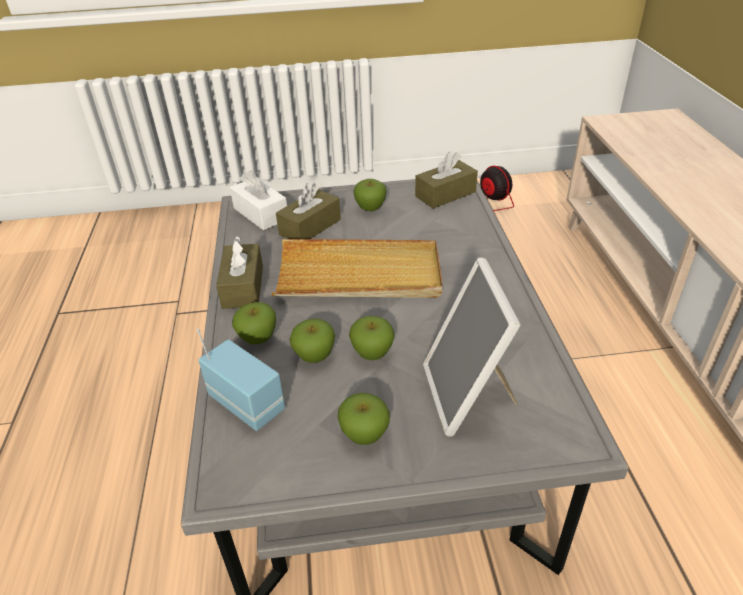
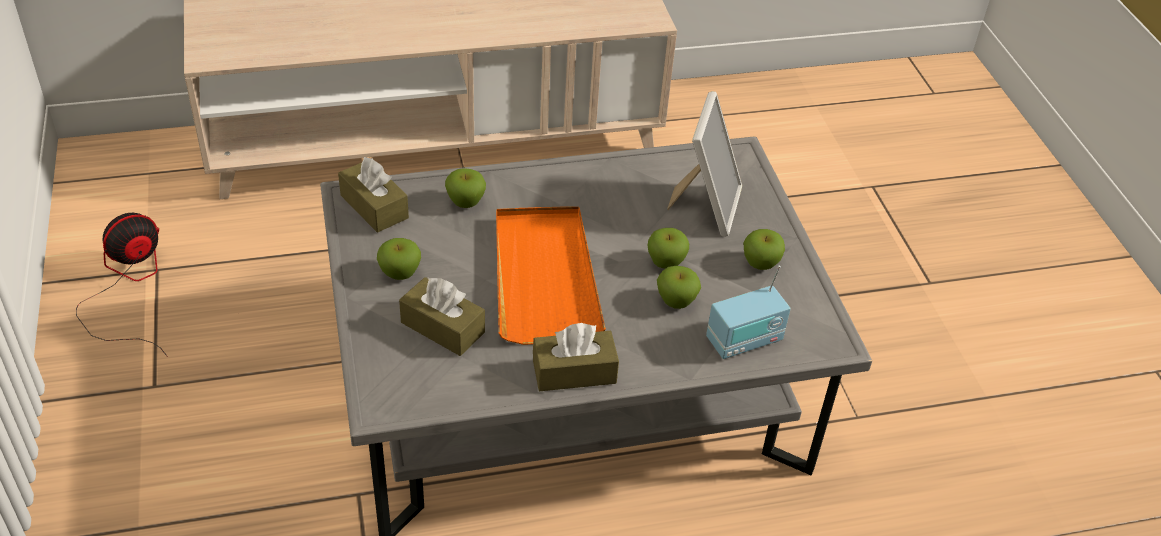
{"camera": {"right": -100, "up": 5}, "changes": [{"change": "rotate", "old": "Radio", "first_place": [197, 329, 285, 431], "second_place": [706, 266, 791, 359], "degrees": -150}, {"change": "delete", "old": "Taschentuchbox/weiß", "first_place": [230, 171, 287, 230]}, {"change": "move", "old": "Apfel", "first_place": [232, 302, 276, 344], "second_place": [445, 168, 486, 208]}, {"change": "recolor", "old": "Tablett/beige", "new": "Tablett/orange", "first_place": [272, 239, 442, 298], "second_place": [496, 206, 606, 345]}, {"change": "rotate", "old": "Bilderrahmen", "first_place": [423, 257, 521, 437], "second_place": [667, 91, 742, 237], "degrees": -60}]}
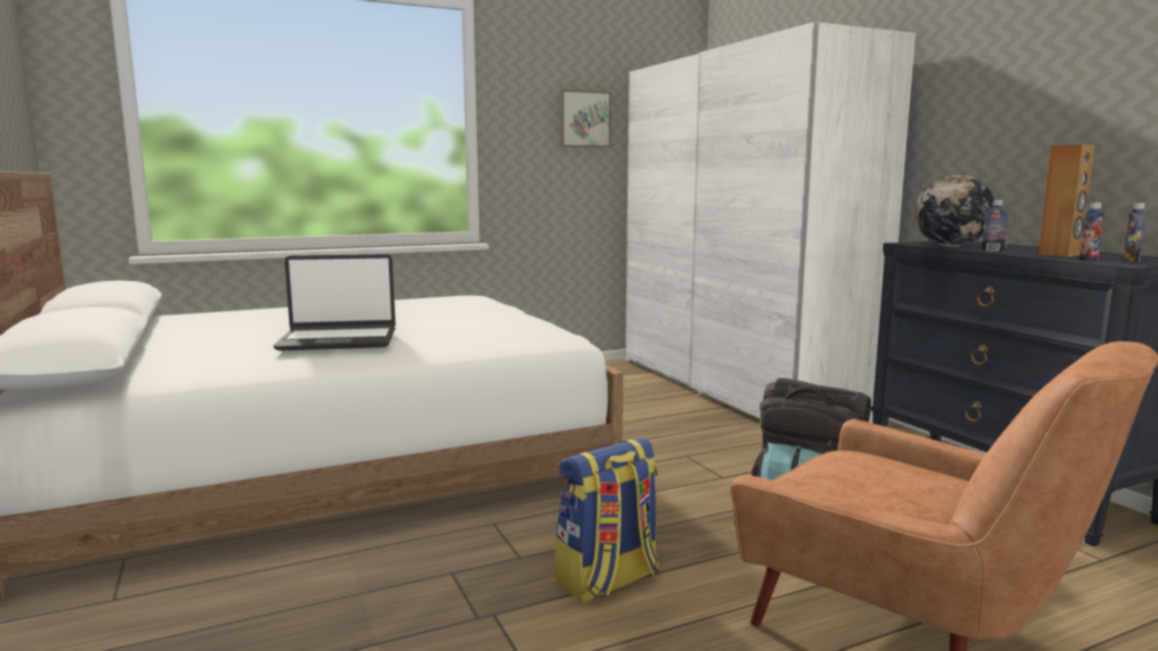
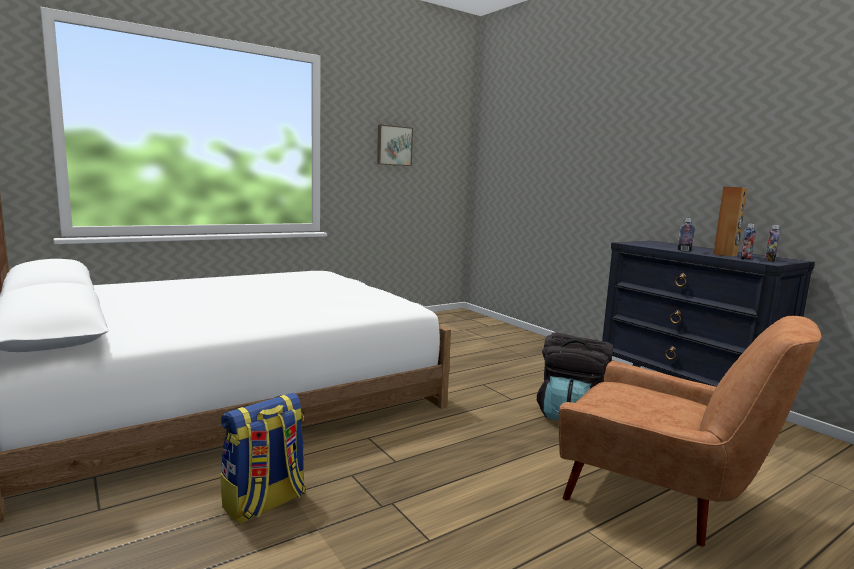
{"camera": {"right": -10, "up": 0}, "changes": [{"change": "delete", "old": "Laptop", "first_place": [273, 254, 396, 351]}, {"change": "move", "old": "Rucksack", "first_place": [555, 437, 659, 603], "second_place": [221, 393, 306, 524]}, {"change": "delete", "old": "Kleiderschrank/weiß", "first_place": [625, 22, 915, 423]}, {"change": "delete", "old": "Globus", "first_place": [915, 174, 994, 247]}]}
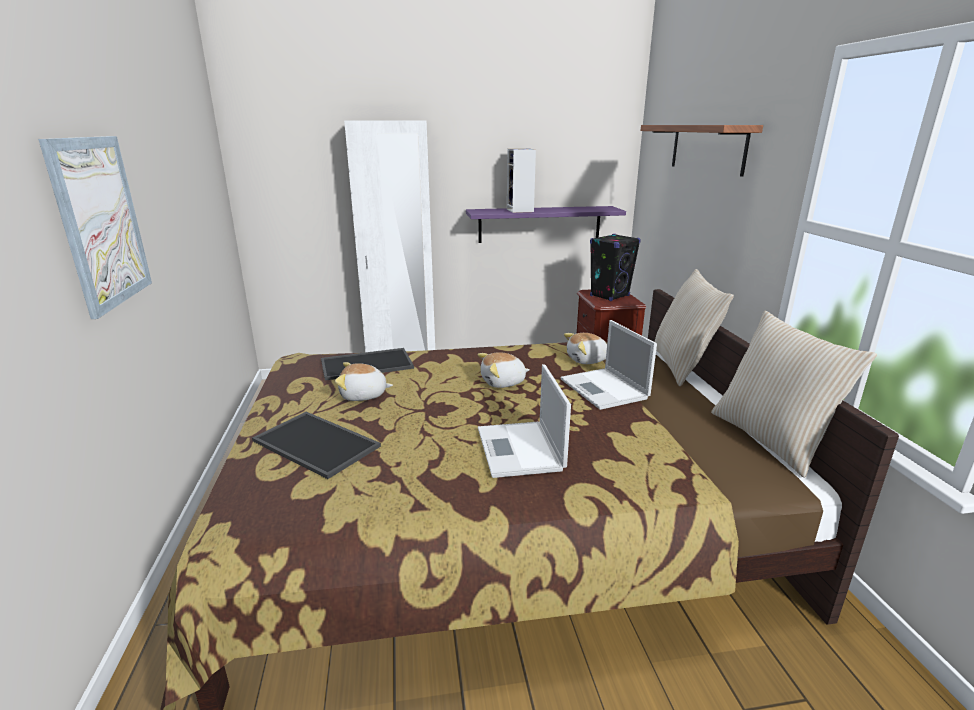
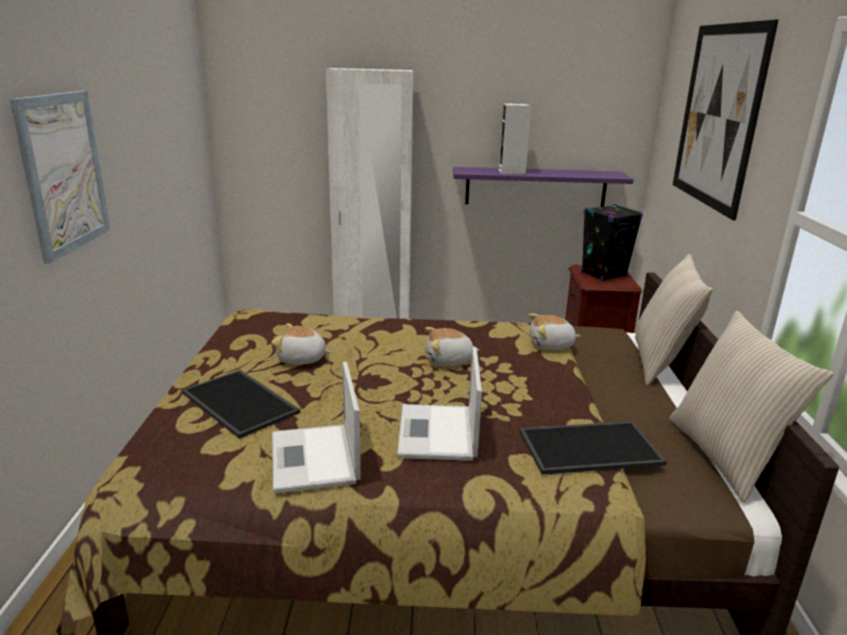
{"camera": {"right": 10, "up": 0}, "changes": [{"change": "move", "old": "Tablett", "first_place": [321, 348, 414, 381], "second_place": [519, 421, 667, 475]}, {"change": "move", "old": "Laptop", "first_place": [560, 320, 657, 410], "second_place": [272, 362, 361, 493]}, {"change": "replace", "old": "Wandregal", "new": "Bild", "first_place": [640, 125, 763, 177], "second_place": [673, 20, 779, 220]}]}
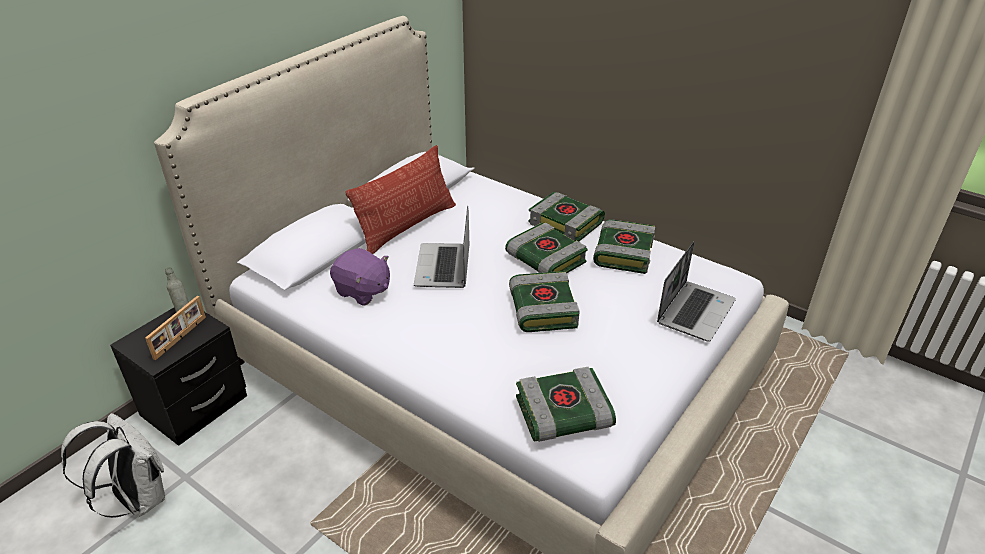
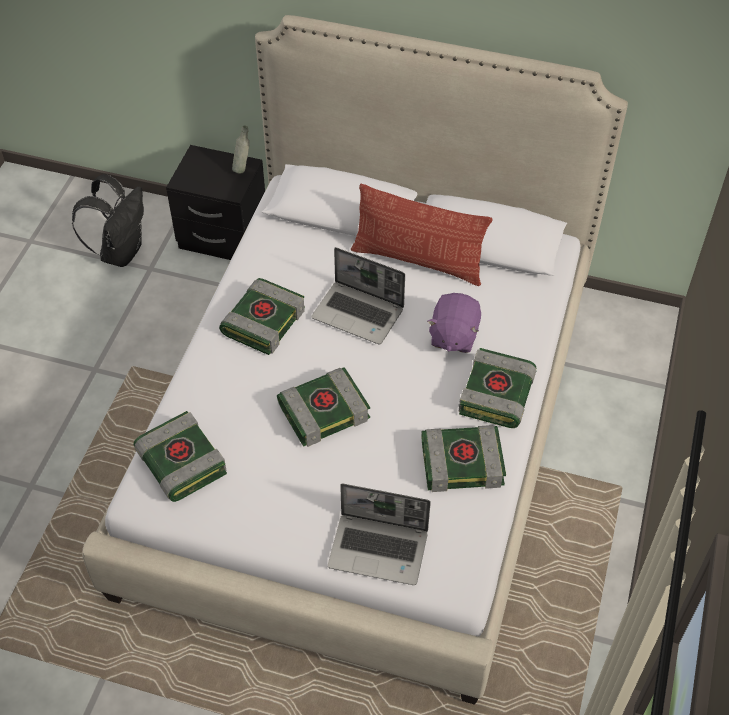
{"camera": {"right": 70, "up": 15}, "changes": [{"change": "recolor", "old": "Rucksack/weiß", "new": "Rucksack/schwarz", "first_place": [61, 413, 165, 518], "second_place": [72, 174, 144, 267]}, {"change": "delete", "old": "Bilderrahmen", "first_place": [145, 296, 206, 360]}, {"change": "move", "old": "Plüschtier/lila", "first_place": [330, 248, 390, 306], "second_place": [427, 293, 481, 353]}, {"change": "rotate", "old": "Laptop", "first_place": [414, 206, 469, 288], "second_place": [312, 247, 405, 345], "degrees": -135}, {"change": "move", "old": "Buch", "first_place": [505, 222, 588, 273], "second_place": [219, 278, 305, 355]}]}
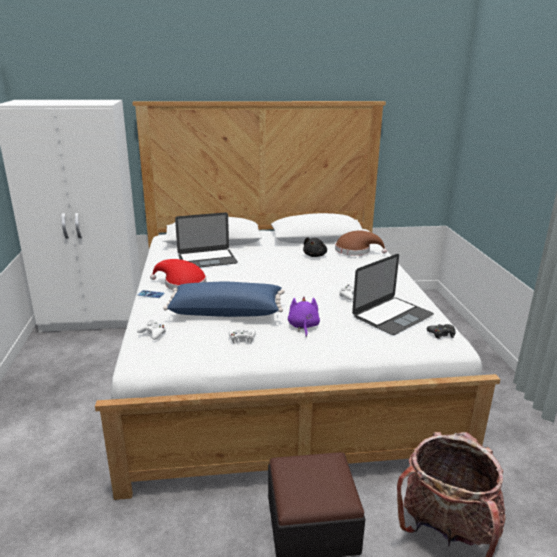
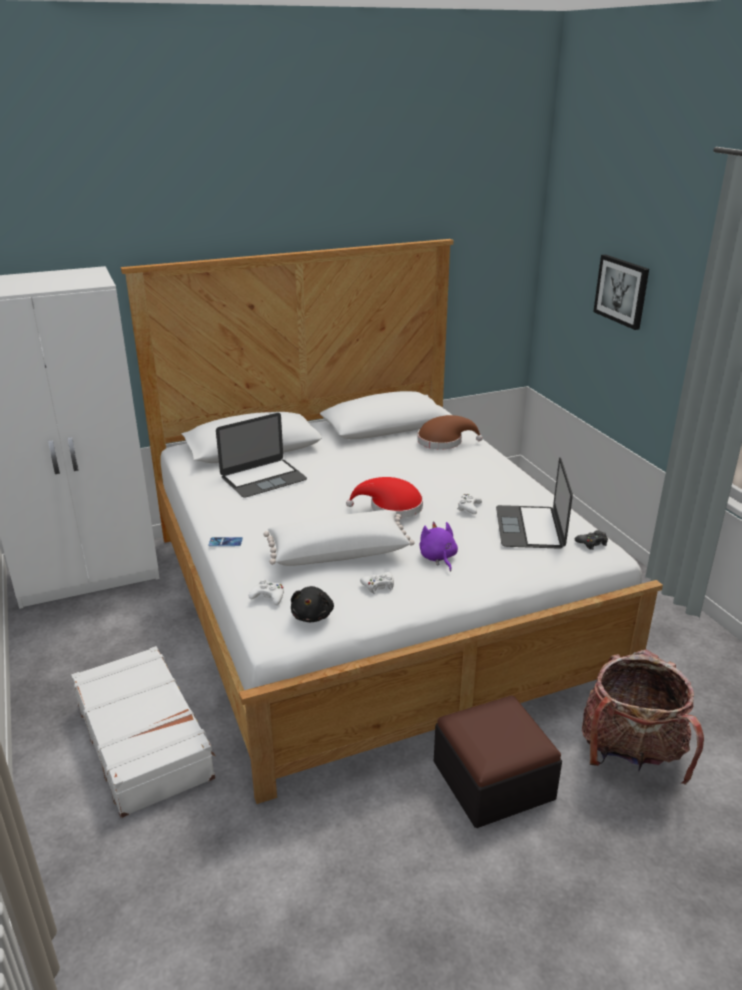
{"camera": {"right": -15, "up": 5}, "changes": [{"change": "move", "old": "Hut/rot", "first_place": [150, 259, 206, 290], "second_place": [346, 477, 423, 518]}, {"change": "recolor", "old": "Kissen/blau", "new": "Kissen/weiß", "first_place": [163, 282, 285, 317], "second_place": [264, 510, 415, 566]}, {"change": "move", "old": "Plüschtier/schwarz", "first_place": [303, 237, 327, 257], "second_place": [291, 586, 334, 622]}, {"change": "rotate", "old": "Laptop", "first_place": [352, 254, 434, 335], "second_place": [496, 457, 573, 549], "degrees": 150}, {"change": "insert", "new": "Koffer/weiß", "second_place": [71, 646, 215, 818]}, {"change": "insert", "new": "Bild", "second_place": [593, 254, 649, 330]}]}
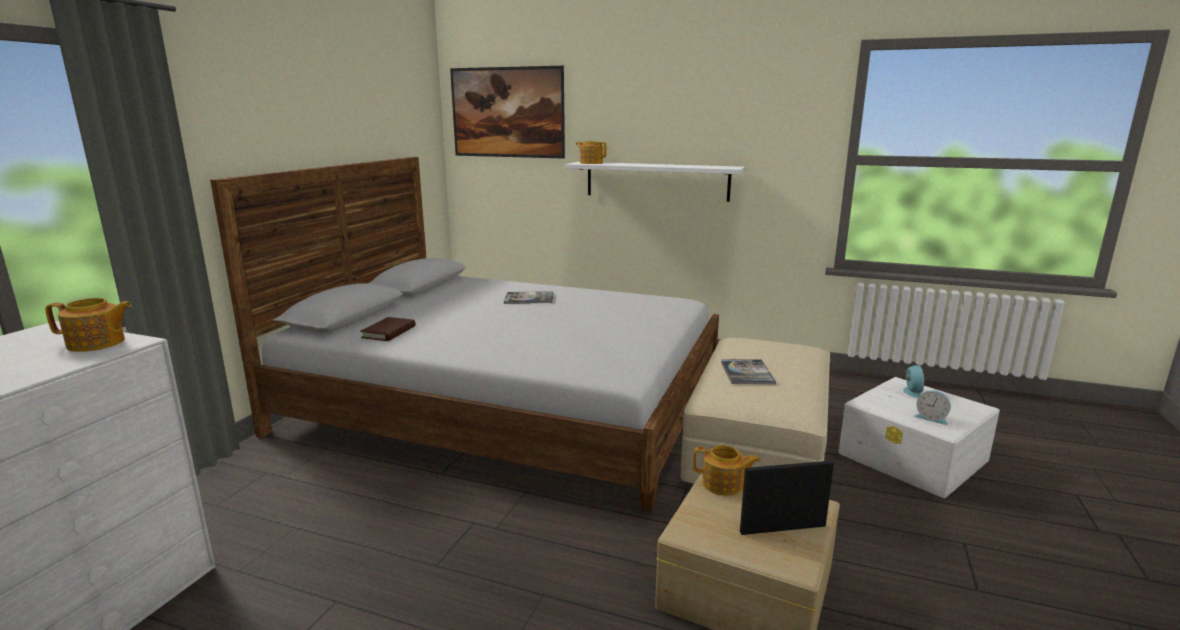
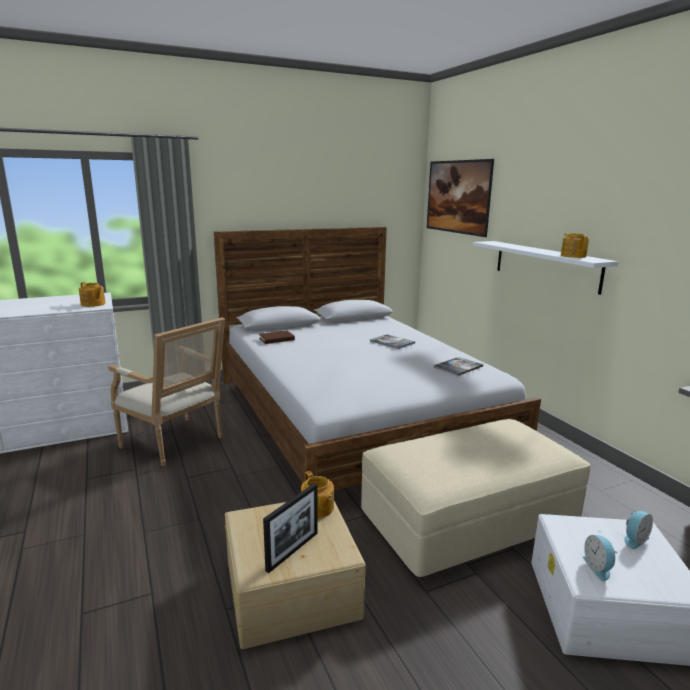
{"camera": {"right": 45, "up": 0}, "changes": [{"change": "move", "old": "Teekanne", "first_place": [576, 141, 607, 164], "second_place": [561, 233, 589, 258]}, {"change": "move", "old": "Buch", "first_place": [721, 359, 776, 384], "second_place": [433, 357, 483, 376]}, {"change": "rotate", "old": "Bilderrahmen", "first_place": [740, 461, 834, 535], "second_place": [263, 483, 318, 573], "degrees": 90}, {"change": "insert", "new": "Sessel", "second_place": [108, 317, 225, 466]}]}
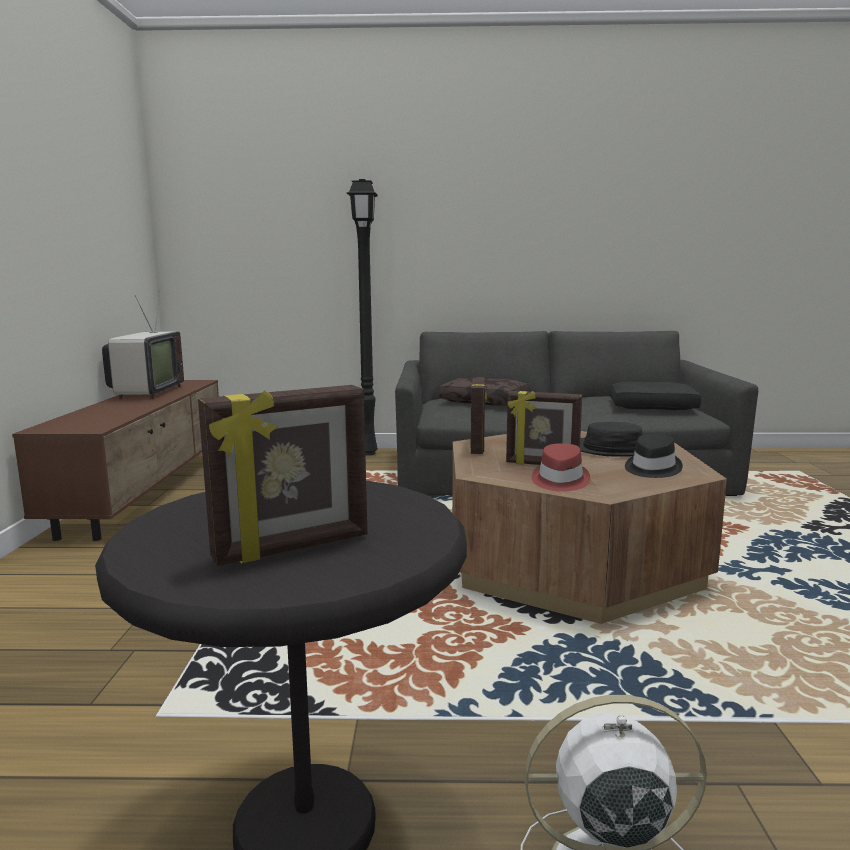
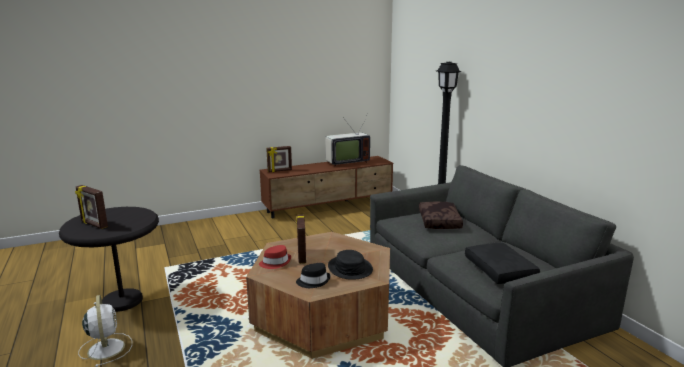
{"camera": {"right": 65, "up": 5}, "changes": [{"change": "move", "old": "Bilderrahmen", "first_place": [470, 378, 487, 454], "second_place": [266, 146, 292, 172]}]}
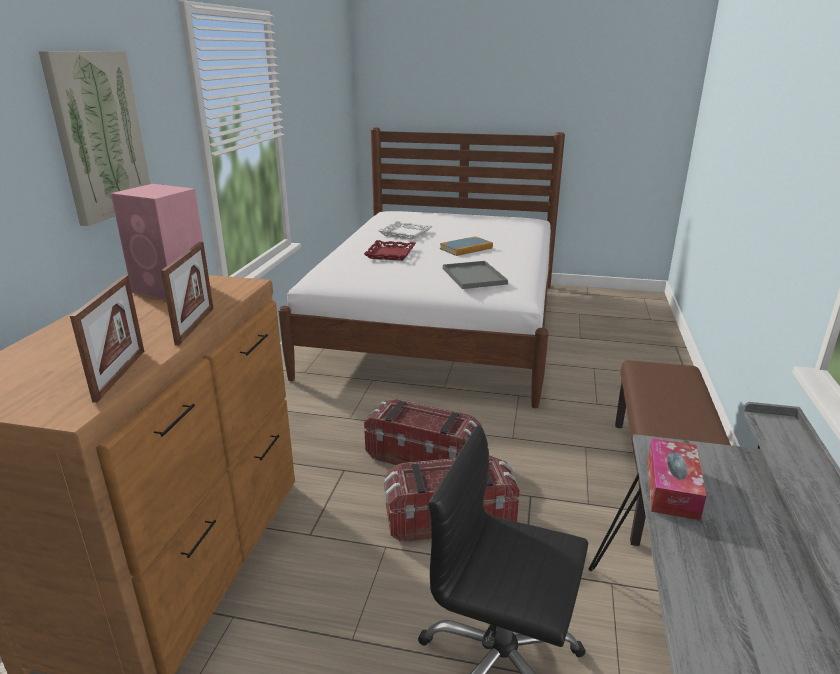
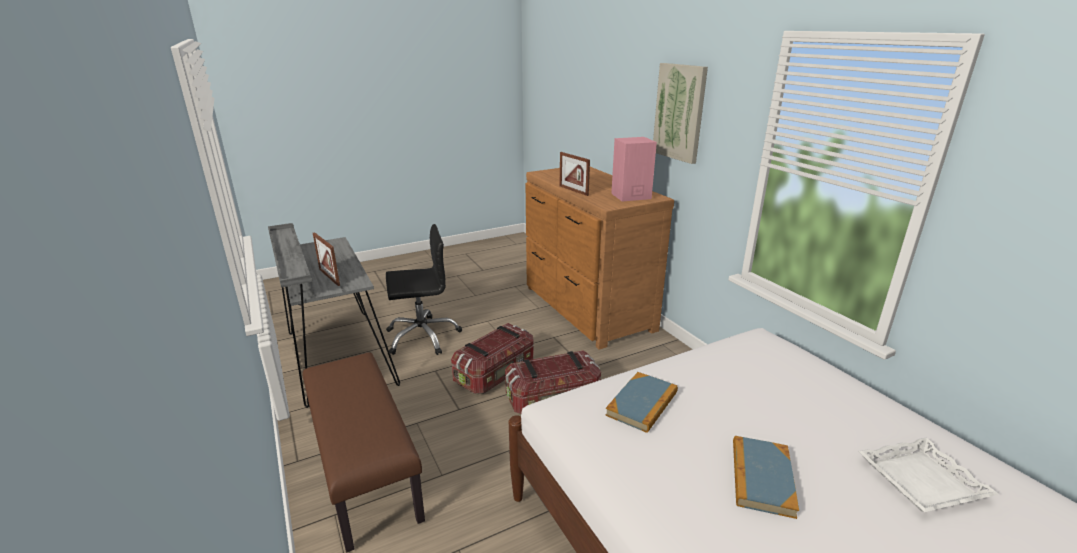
{"camera": {"right": 140, "up": 0}, "changes": [{"change": "move", "old": "Bilderrahmen", "first_place": [70, 275, 144, 403], "second_place": [313, 232, 340, 286]}, {"change": "delete", "old": "Tablett/rot", "first_place": [364, 240, 416, 261]}, {"change": "replace", "old": "Tablett/grau", "new": "Buch", "first_place": [443, 261, 508, 289], "second_place": [605, 372, 678, 433]}, {"change": "delete", "old": "Taschentuchbox", "first_place": [647, 438, 706, 521]}]}
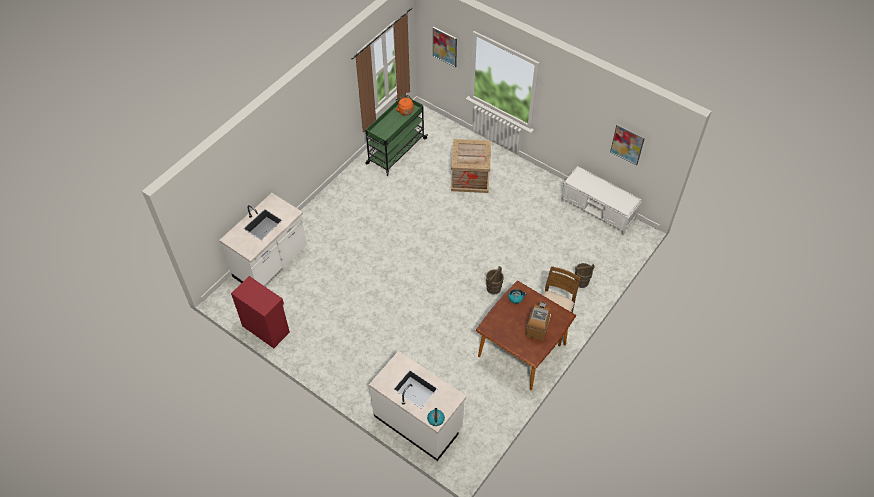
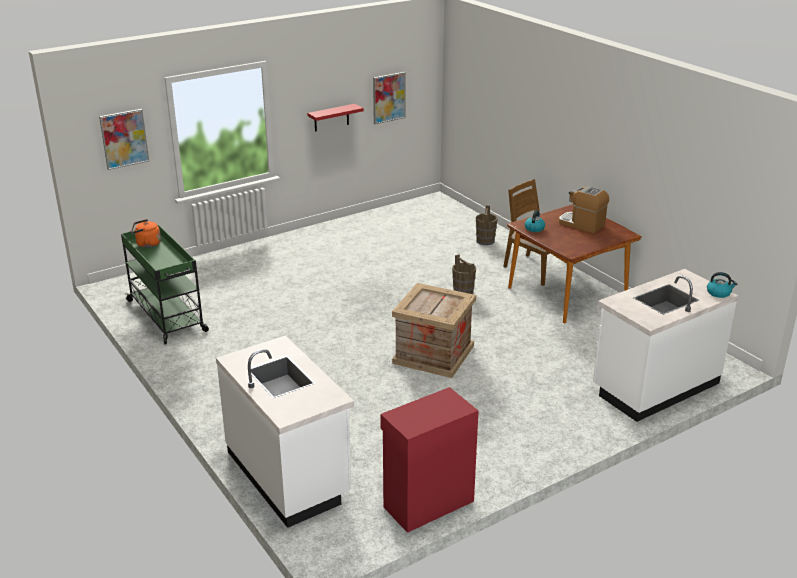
{"camera": {"right": -70, "up": -25}, "changes": [{"change": "move", "old": "Kiste", "first_place": [451, 139, 491, 193], "second_place": [392, 283, 476, 378]}, {"change": "delete", "old": "Bank/weiß", "first_place": [561, 166, 642, 235]}, {"change": "insert", "new": "Wandregal/rot", "second_place": [307, 104, 364, 132]}]}
